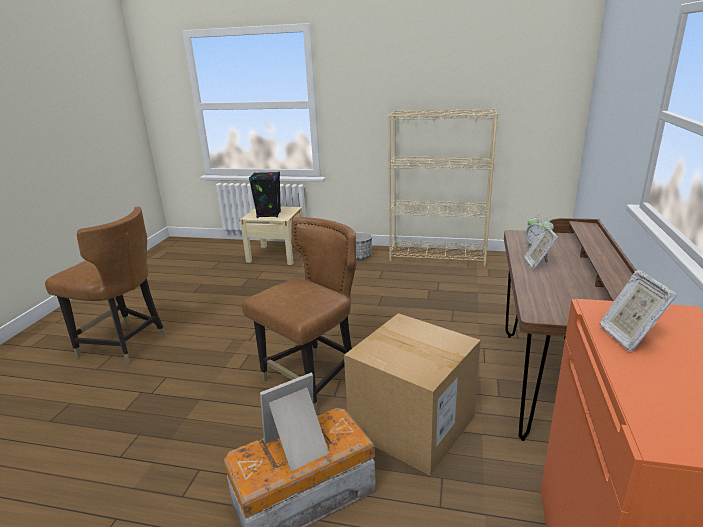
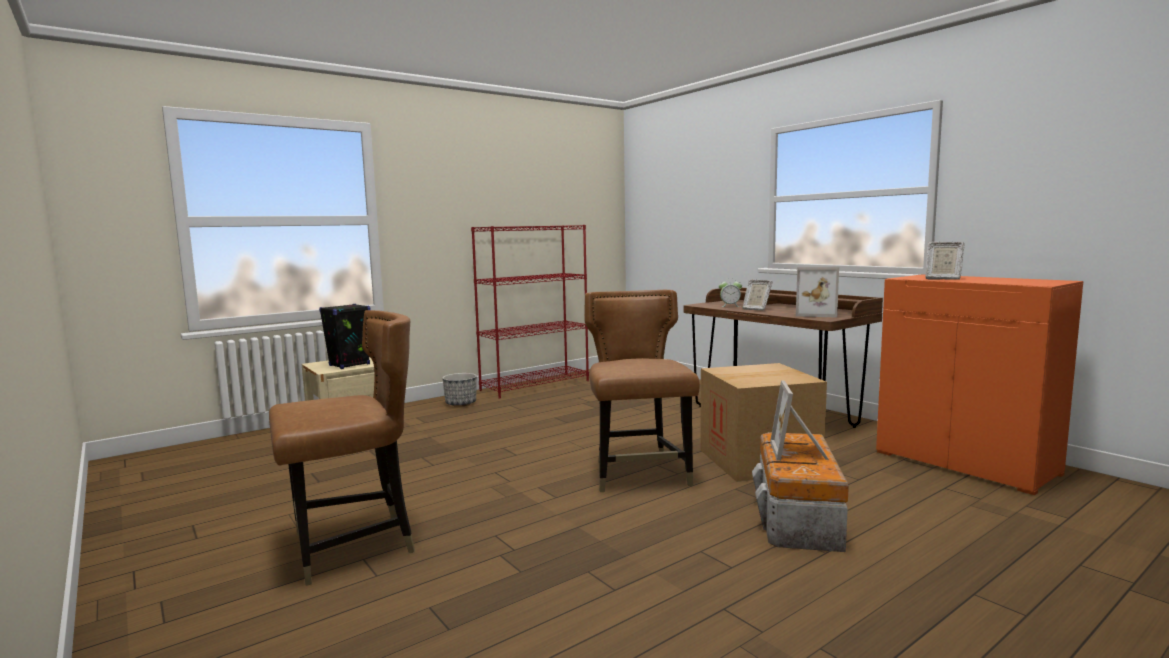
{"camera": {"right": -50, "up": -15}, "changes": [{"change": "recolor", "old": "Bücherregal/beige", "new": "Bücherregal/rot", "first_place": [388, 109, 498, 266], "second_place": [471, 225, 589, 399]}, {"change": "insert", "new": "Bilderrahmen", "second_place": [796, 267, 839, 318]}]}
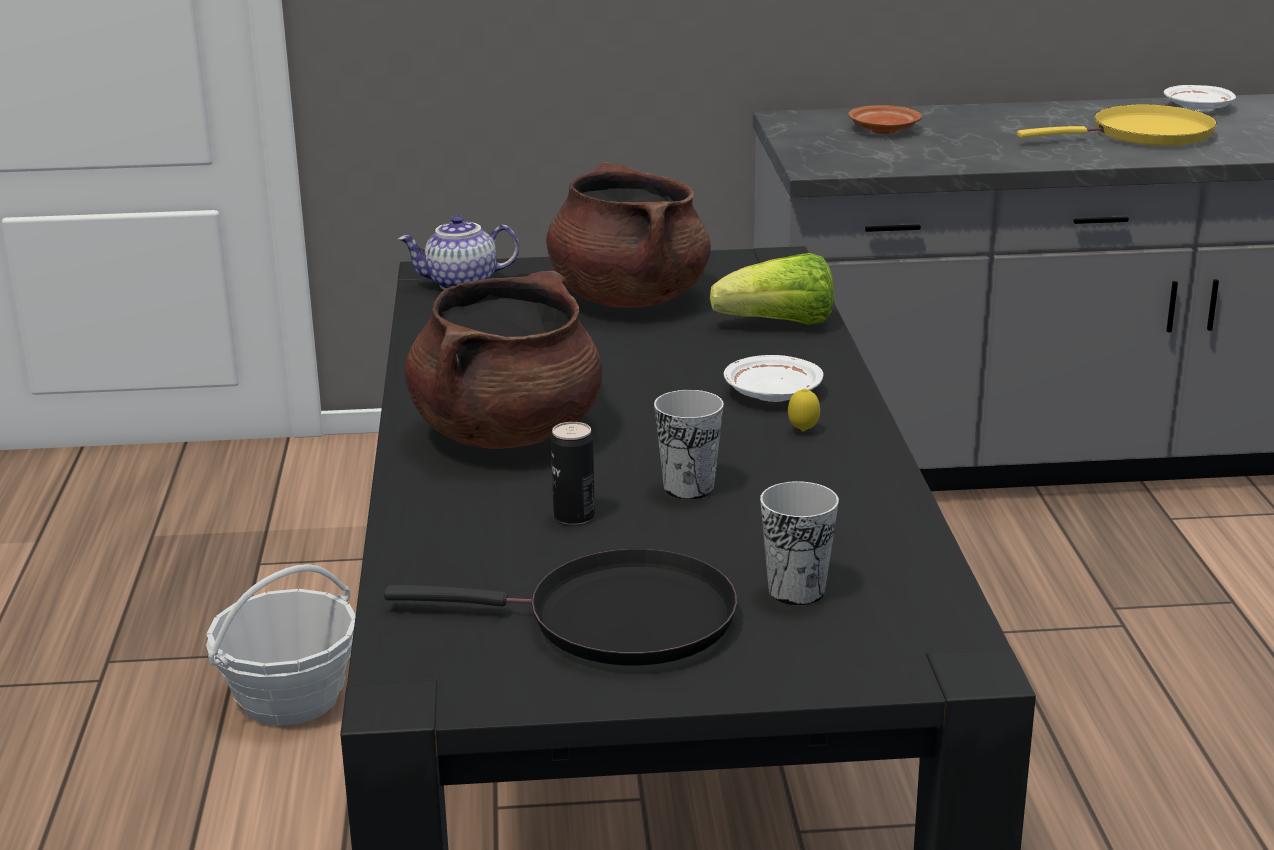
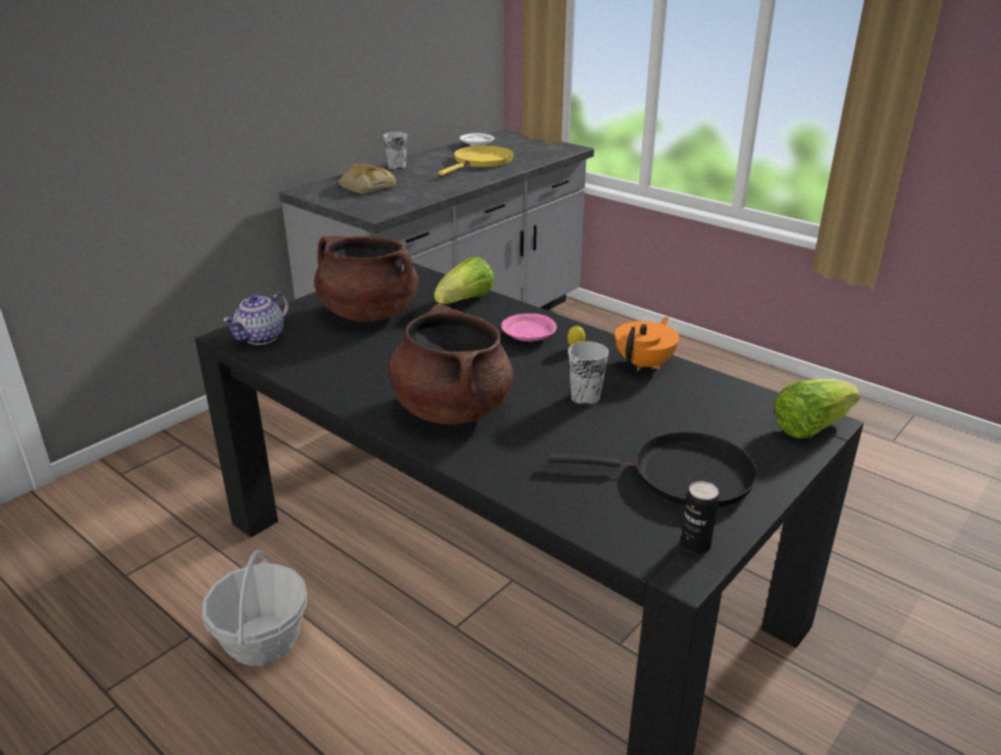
{"camera": {"right": -45, "up": 5}, "changes": [{"change": "rotate", "old": "Pfanne/schwarz", "first_place": [384, 549, 737, 666], "second_place": [548, 432, 758, 507], "degrees": 45}, {"change": "move", "old": "Dose", "first_place": [551, 422, 595, 525], "second_place": [681, 481, 719, 554]}, {"change": "recolor", "old": "Teller/weiß", "new": "Teller/rosa", "first_place": [724, 355, 823, 402], "second_place": [501, 313, 557, 341]}, {"change": "move", "old": "Tasse", "first_place": [760, 481, 839, 606], "second_place": [383, 132, 407, 169]}, {"change": "replace", "old": "Teller/braun", "new": "Brot", "first_place": [848, 105, 922, 134], "second_place": [338, 163, 396, 194]}, {"change": "insert", "new": "Teekanne/orange", "second_place": [615, 317, 679, 371]}, {"change": "insert", "new": "Salatkopf", "second_place": [774, 379, 860, 438]}]}
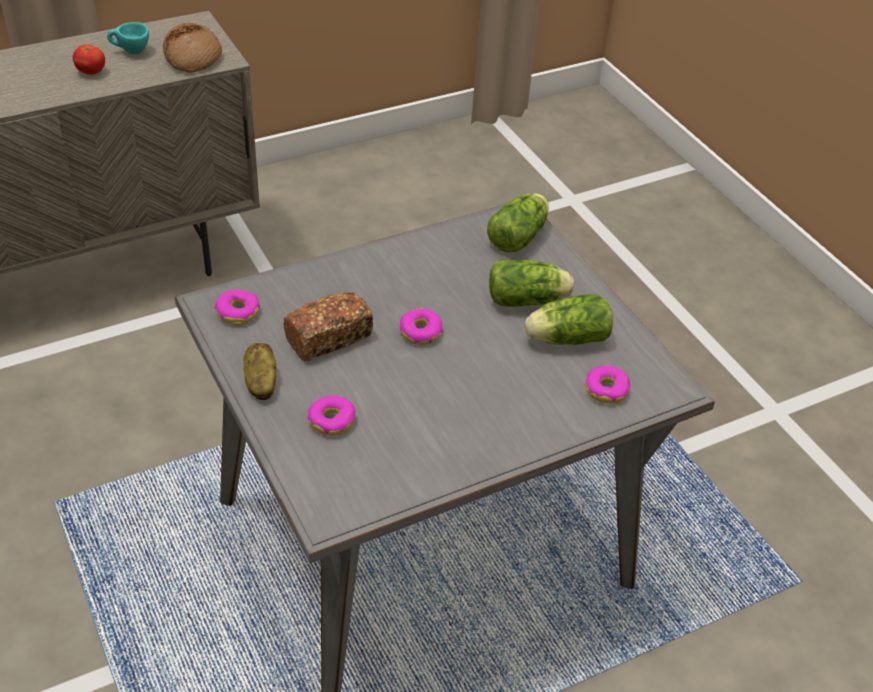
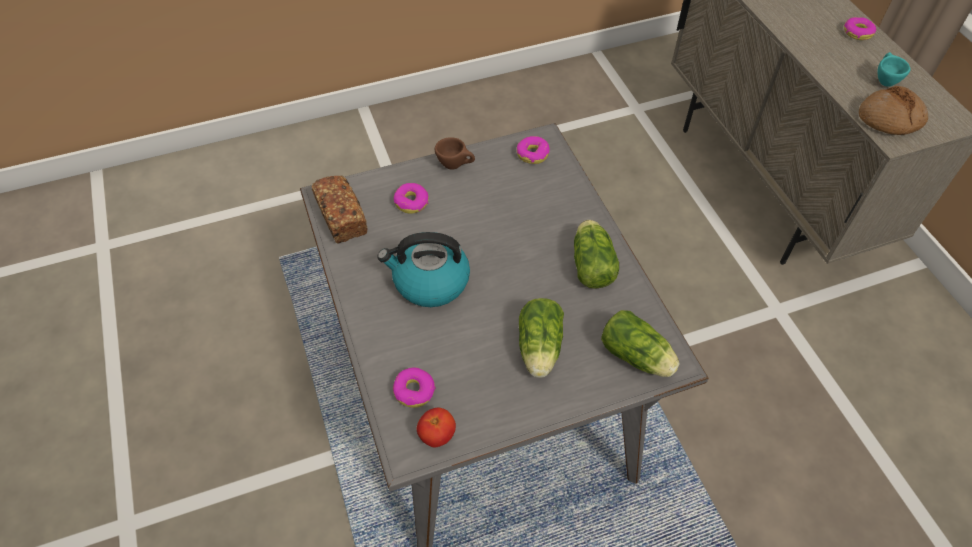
{"camera": {"right": 100, "up": 10}, "changes": [{"change": "move", "old": "Tomate", "first_place": [73, 44, 105, 75], "second_place": [417, 407, 456, 447]}, {"change": "replace", "old": "Kartoffel", "new": "Tasse/braun", "first_place": [243, 343, 276, 400], "second_place": [435, 137, 475, 170]}, {"change": "move", "old": "Brot", "first_place": [283, 292, 373, 361], "second_place": [312, 176, 367, 243]}, {"change": "move", "old": "Donut", "first_place": [400, 308, 443, 345], "second_place": [844, 17, 876, 40]}, {"change": "move", "old": "Salatkopf", "first_place": [525, 294, 613, 345], "second_place": [574, 220, 619, 289]}, {"change": "insert", "new": "Wasserkessel", "second_place": [377, 232, 470, 307]}]}
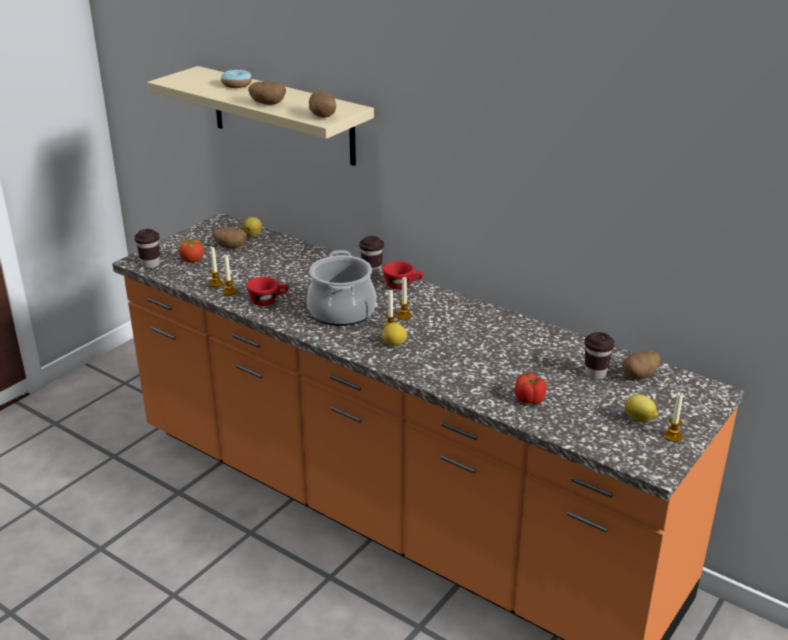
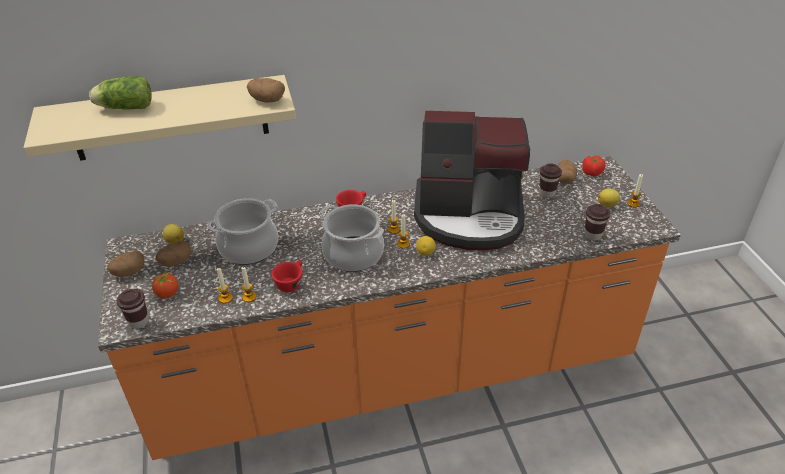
{"camera": {"right": -50, "up": 10}, "changes": [{"change": "replace", "old": "Donut", "new": "Salatkopf", "first_place": [221, 70, 252, 88], "second_place": [89, 76, 152, 110]}, {"change": "move", "old": "Kartoffel", "first_place": [248, 81, 286, 105], "second_place": [107, 251, 144, 277]}, {"change": "move", "old": "Tasse/braun", "first_place": [359, 236, 384, 276], "second_place": [585, 204, 610, 240]}, {"change": "move", "old": "Tomate", "first_place": [515, 373, 546, 404], "second_place": [582, 156, 606, 176]}, {"change": "insert", "new": "Kochtopf", "second_place": [207, 198, 278, 265]}, {"change": "insert", "new": "Kaffeemaschine", "second_place": [414, 111, 530, 250]}]}
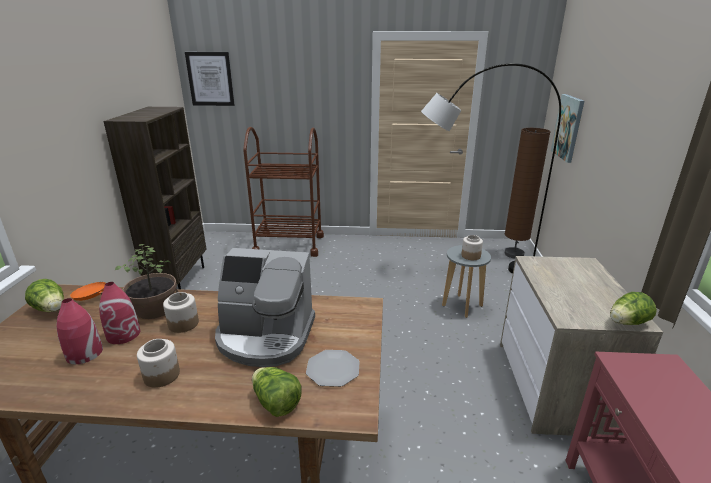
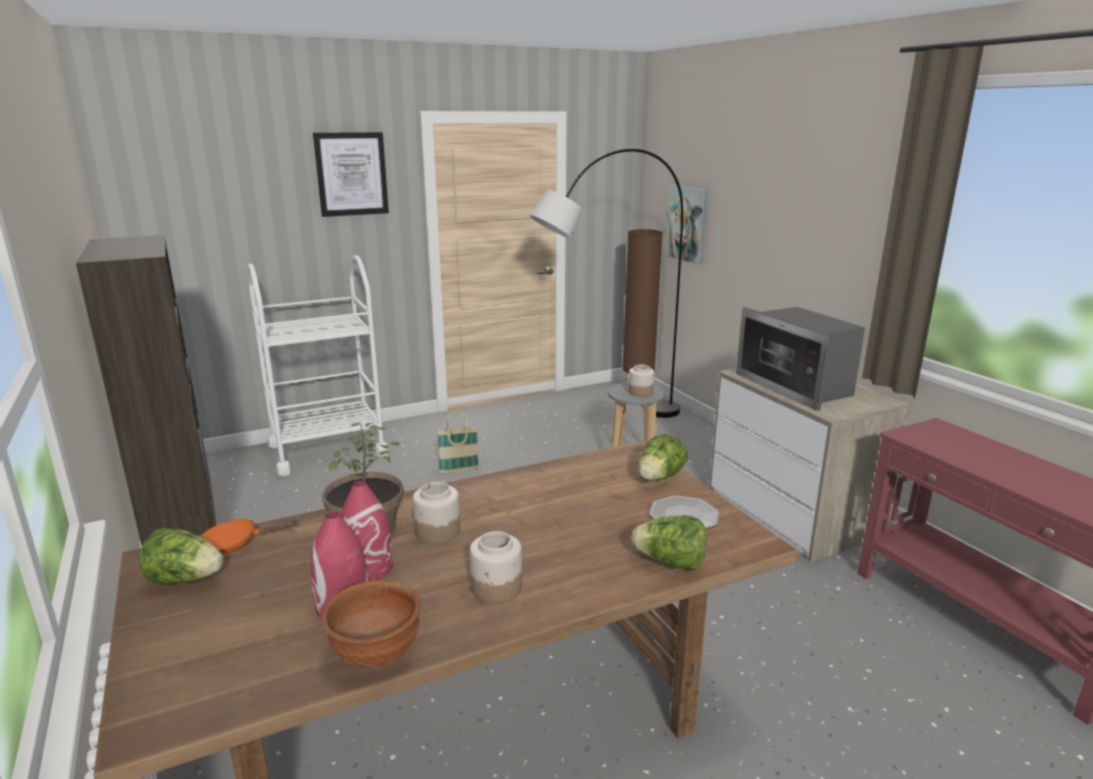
{"camera": {"right": -30, "up": -5}, "changes": [{"change": "move", "old": "Bild", "first_place": [185, 52, 235, 106], "second_place": [313, 132, 389, 217]}, {"change": "delete", "old": "Kaffeemaschine", "first_place": [215, 248, 315, 367]}, {"change": "recolor", "old": "Rollwagen/braun", "new": "Rollwagen/weiß", "first_place": [243, 127, 324, 257], "second_place": [247, 255, 388, 476]}, {"change": "move", "old": "Salatkopf", "first_place": [610, 292, 657, 325], "second_place": [638, 434, 687, 480]}, {"change": "insert", "new": "Schüssel/braun", "second_place": [321, 580, 421, 668]}, {"change": "insert", "new": "Korb", "second_place": [437, 411, 479, 473]}, {"change": "insert", "new": "Mikrowelle", "second_place": [736, 307, 865, 411]}]}
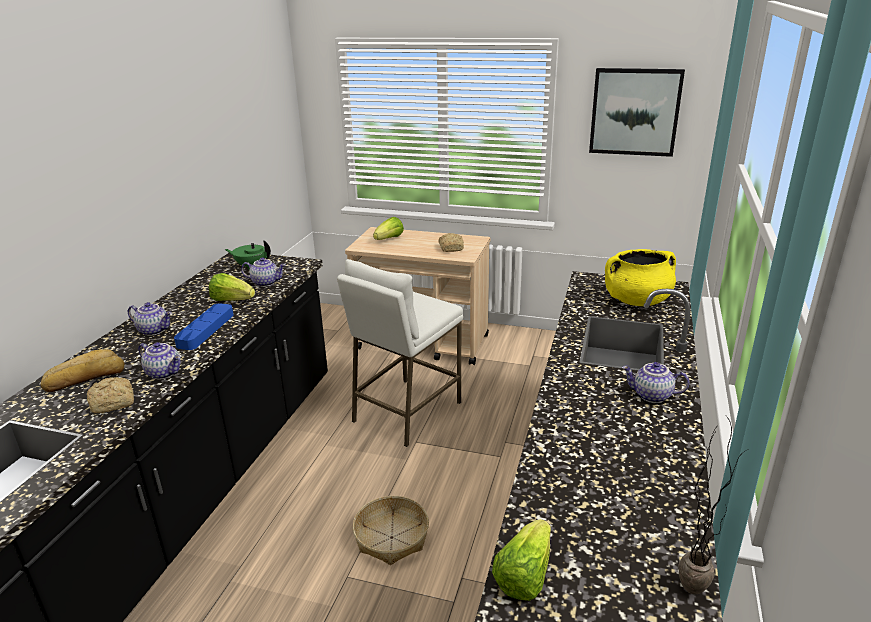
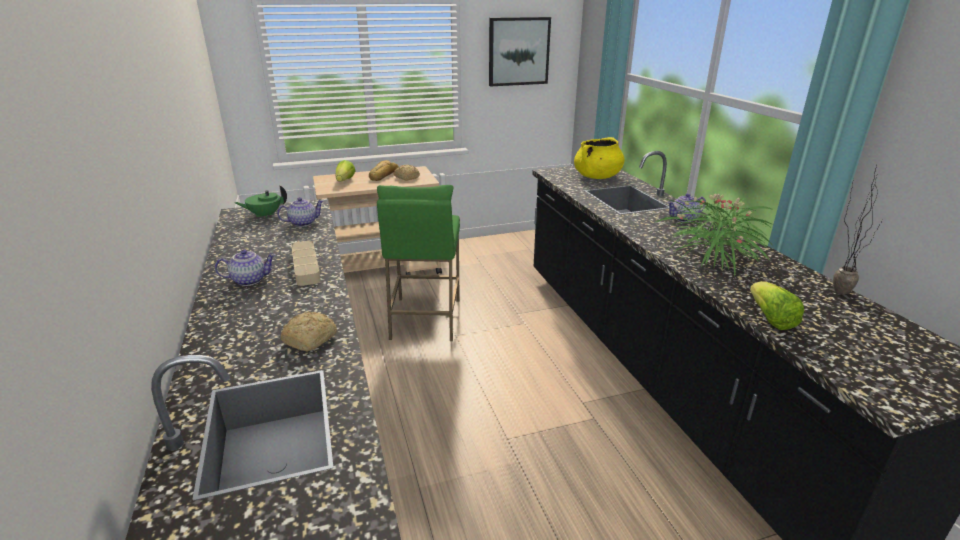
{"camera": {"right": -35, "up": 0}, "changes": [{"change": "move", "old": "Brot", "first_place": [40, 349, 125, 392], "second_place": [369, 160, 399, 181]}, {"change": "delete", "old": "Teekanne", "first_place": [138, 342, 181, 379]}, {"change": "recolor", "old": "Tablett/blau", "new": "Tablett/beige", "first_place": [174, 303, 234, 350], "second_place": [291, 241, 321, 286]}, {"change": "delete", "old": "Salatkopf", "first_place": [209, 273, 255, 301]}, {"change": "recolor", "old": "Hocker/weiß", "new": "Hocker/grün", "first_place": [337, 259, 463, 447], "second_place": [377, 185, 460, 341]}, {"change": "delete", "old": "Korb", "first_place": [353, 496, 429, 565]}, {"change": "insert", "new": "Topfpflanze", "second_place": [654, 194, 774, 275]}]}
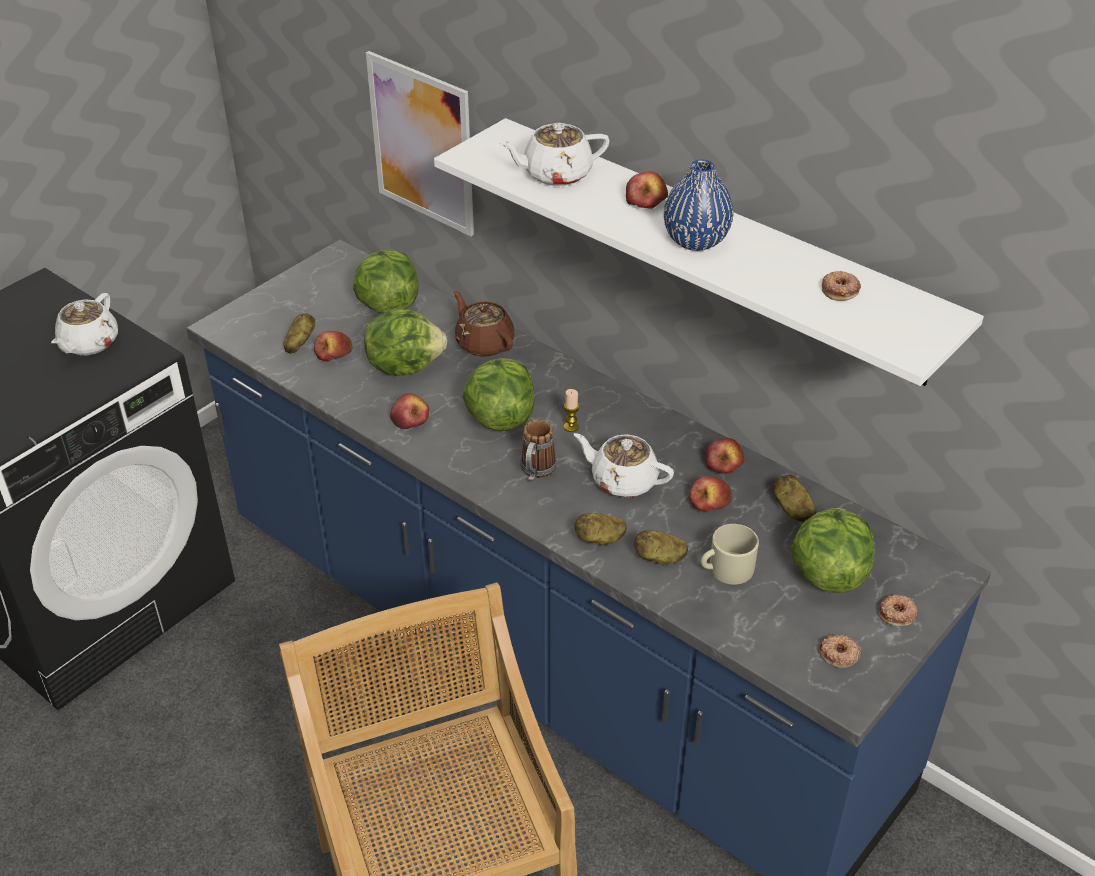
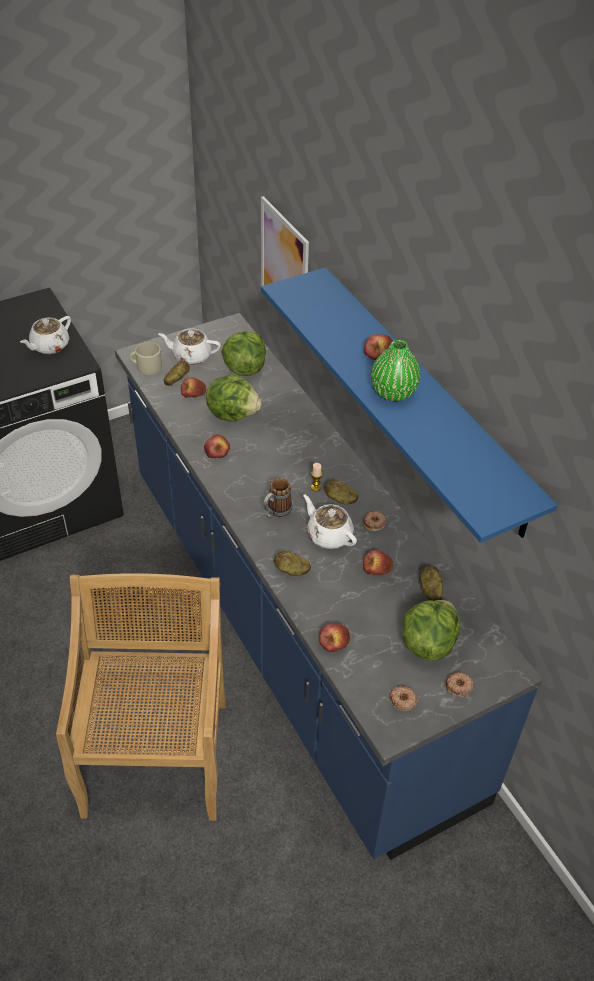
{"camera": {"right": 20, "up": 5}, "changes": [{"change": "recolor", "old": "Wandregal/weiß", "new": "Wandregal/blau", "first_place": [434, 118, 984, 386], "second_place": [261, 267, 557, 543]}, {"change": "delete", "old": "Teekanne/braun", "first_place": [454, 291, 515, 357]}, {"change": "delete", "old": "Salatkopf", "first_place": [462, 358, 535, 431]}, {"change": "move", "old": "Teekanne/weiß", "first_place": [499, 123, 609, 186], "second_place": [158, 329, 221, 365]}, {"change": "move", "old": "Kartoffel", "first_place": [634, 530, 688, 564], "second_place": [324, 480, 358, 505]}, {"change": "recolor", "old": "Vase/blau", "new": "Vase/grün", "first_place": [664, 160, 733, 251], "second_place": [371, 339, 420, 401]}, {"change": "move", "old": "Henkelbecher/beige", "first_place": [701, 524, 759, 585], "second_place": [129, 342, 162, 375]}, {"change": "move", "old": "Apfel", "first_place": [705, 438, 744, 474], "second_place": [319, 623, 350, 652]}, {"change": "move", "old": "Donut", "first_place": [822, 271, 861, 301], "second_place": [363, 511, 386, 531]}]}
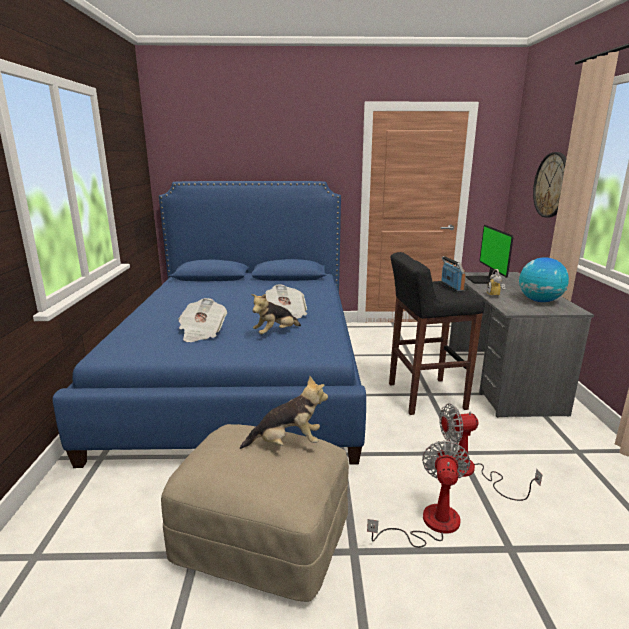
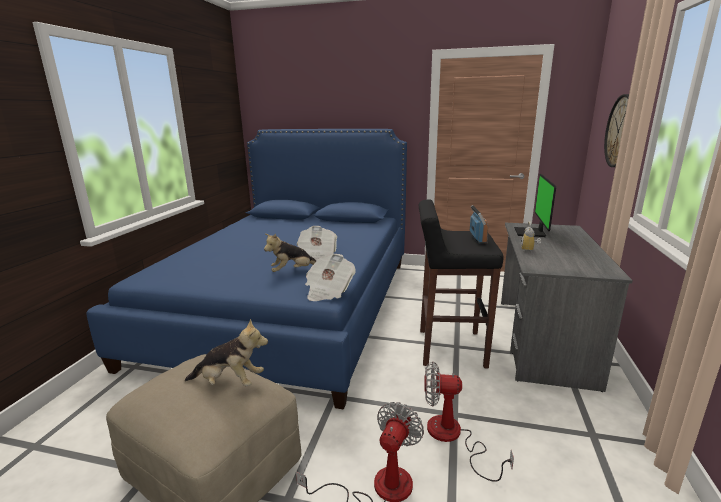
{"camera": {"right": 15, "up": 0}, "changes": [{"change": "move", "old": "Zeitung", "first_place": [178, 298, 227, 342], "second_place": [305, 254, 356, 301]}, {"change": "delete", "old": "Globus", "first_place": [519, 257, 569, 302]}]}
